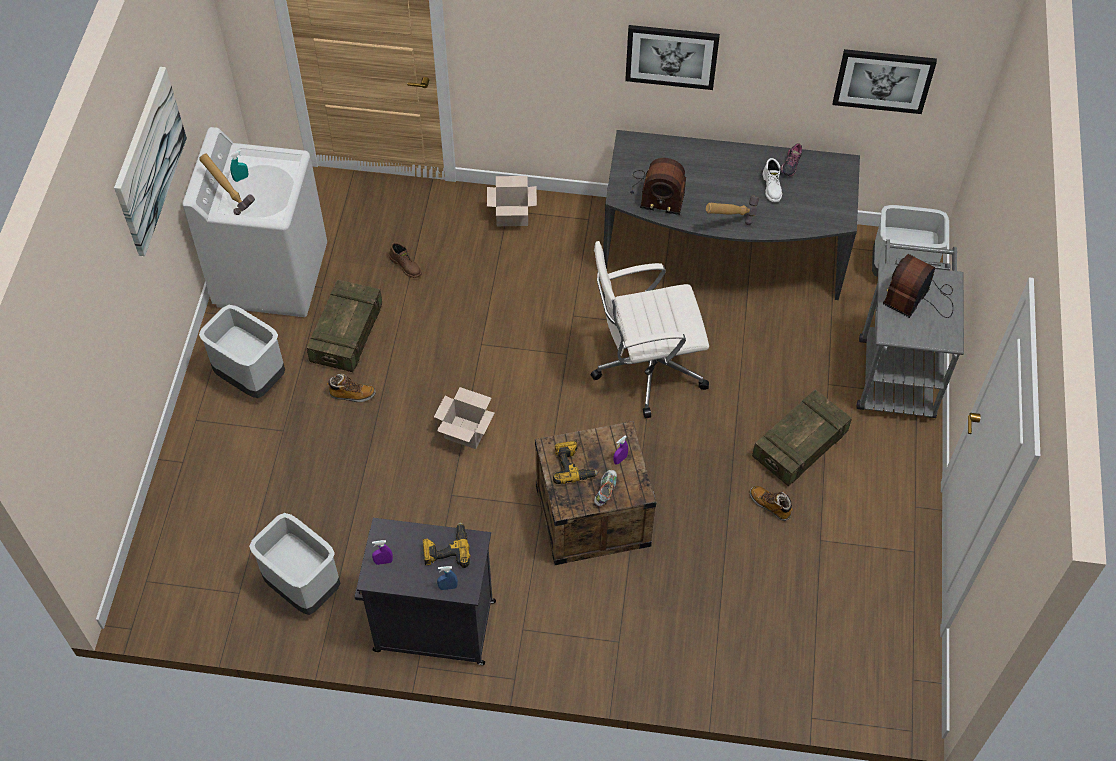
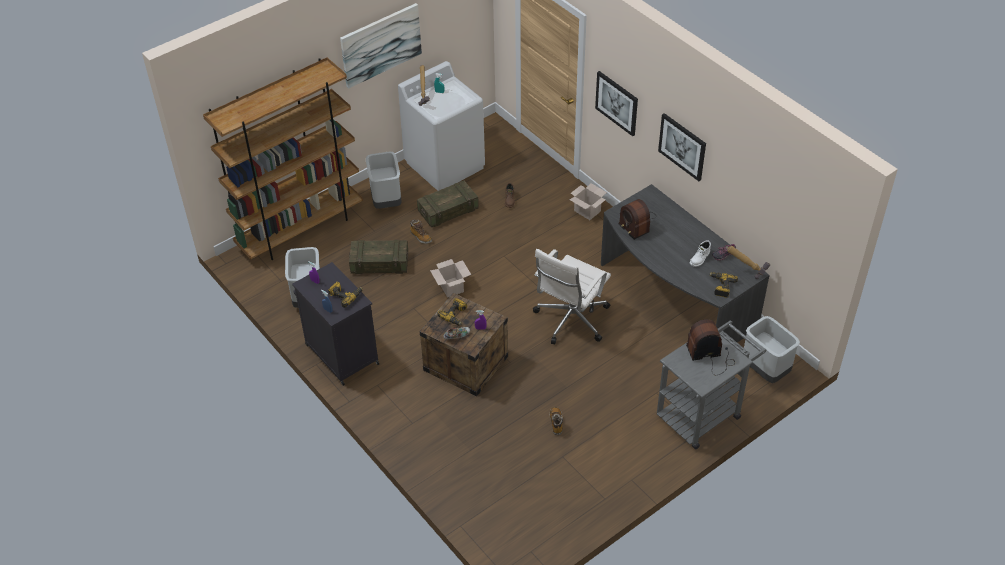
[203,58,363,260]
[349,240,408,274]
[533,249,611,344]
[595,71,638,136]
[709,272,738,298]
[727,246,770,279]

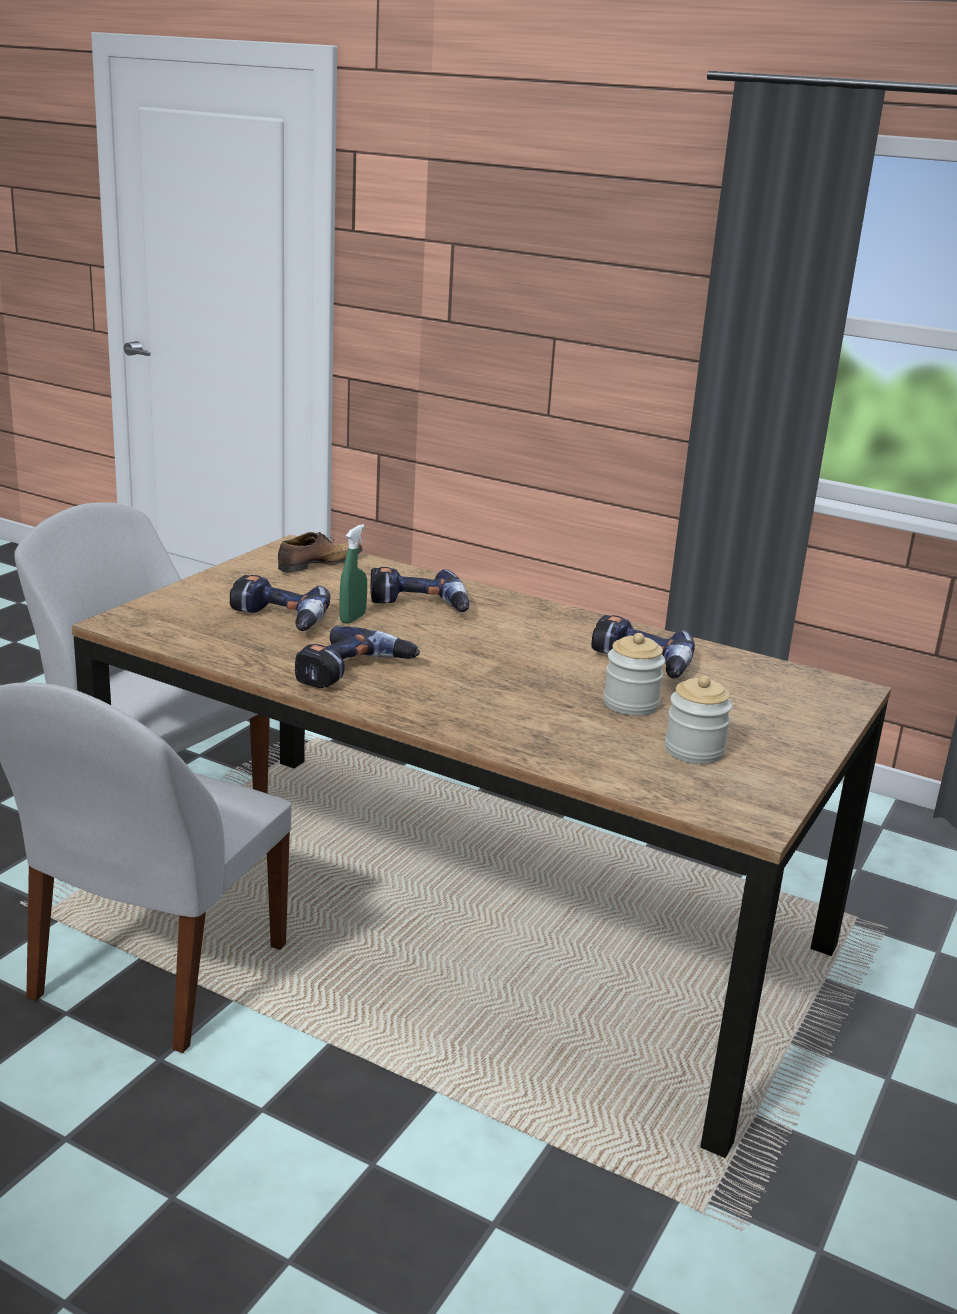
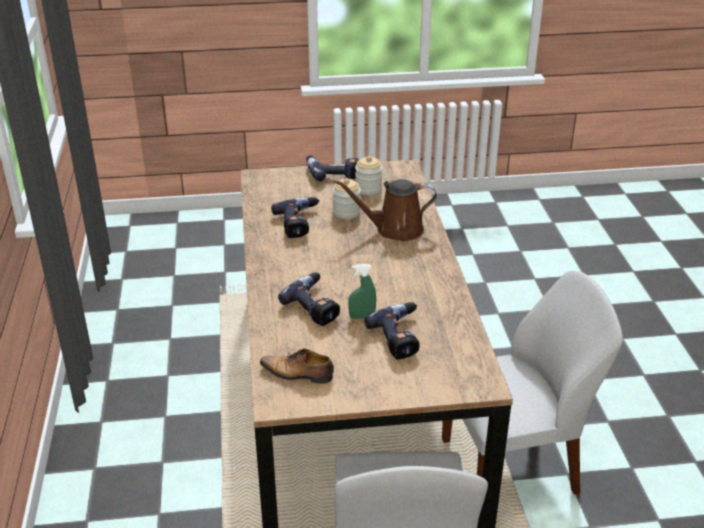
[306,155,359,182]
[334,179,437,241]

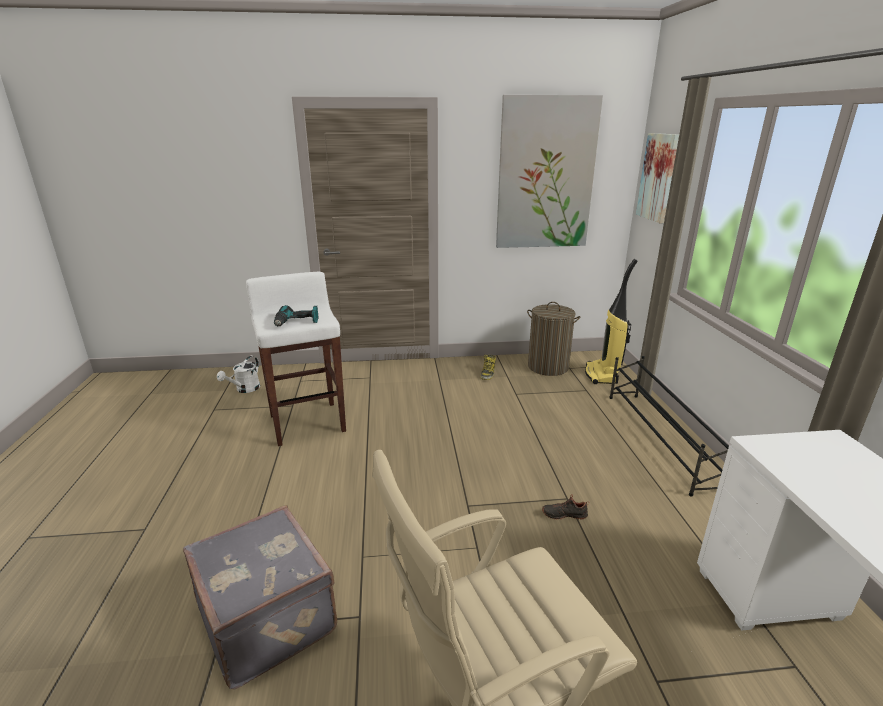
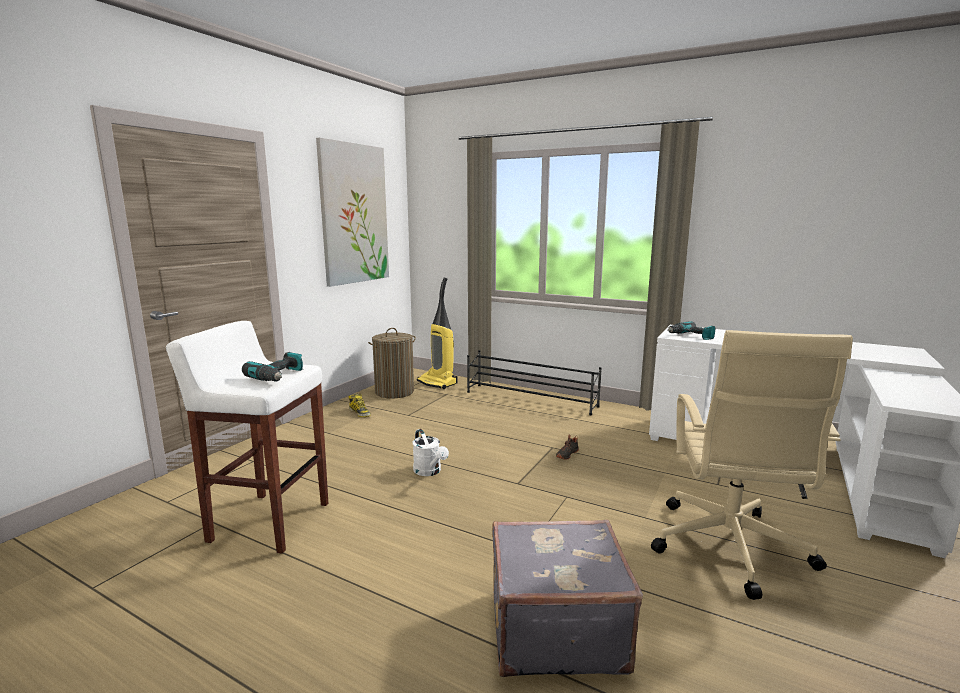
[413,429,449,476]
[668,321,715,340]
[636,133,679,223] (first image)

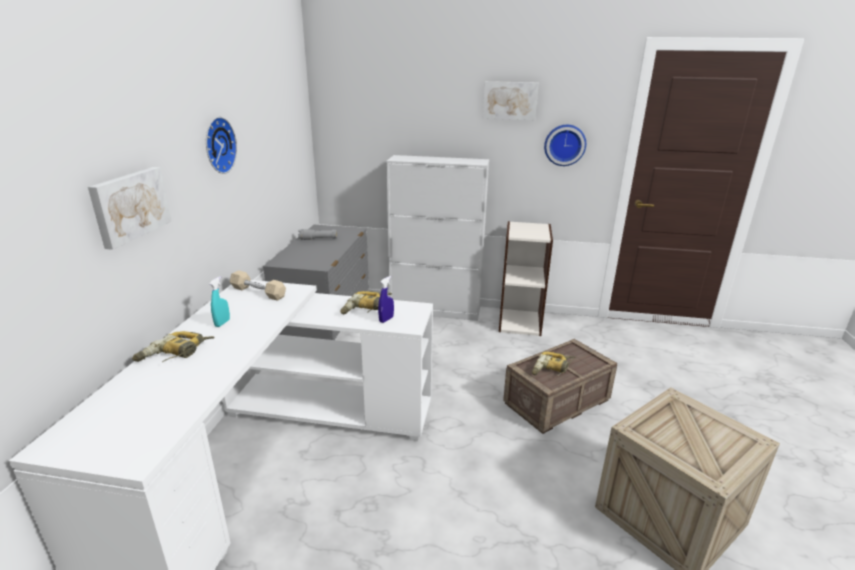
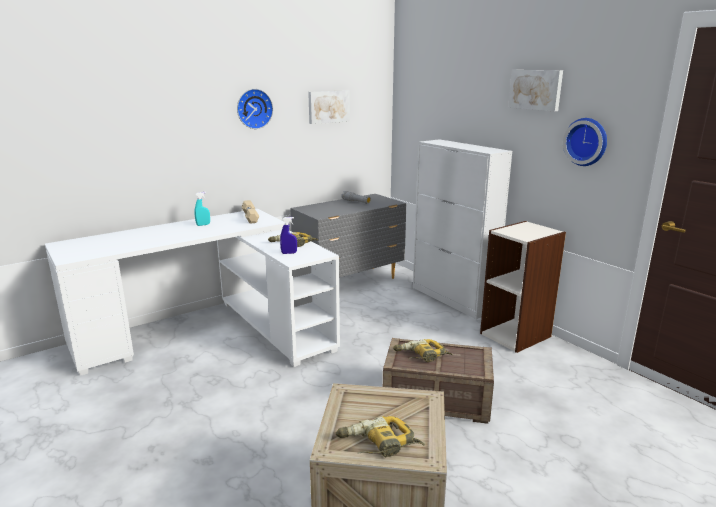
[308,90,350,124]
[336,416,425,457]

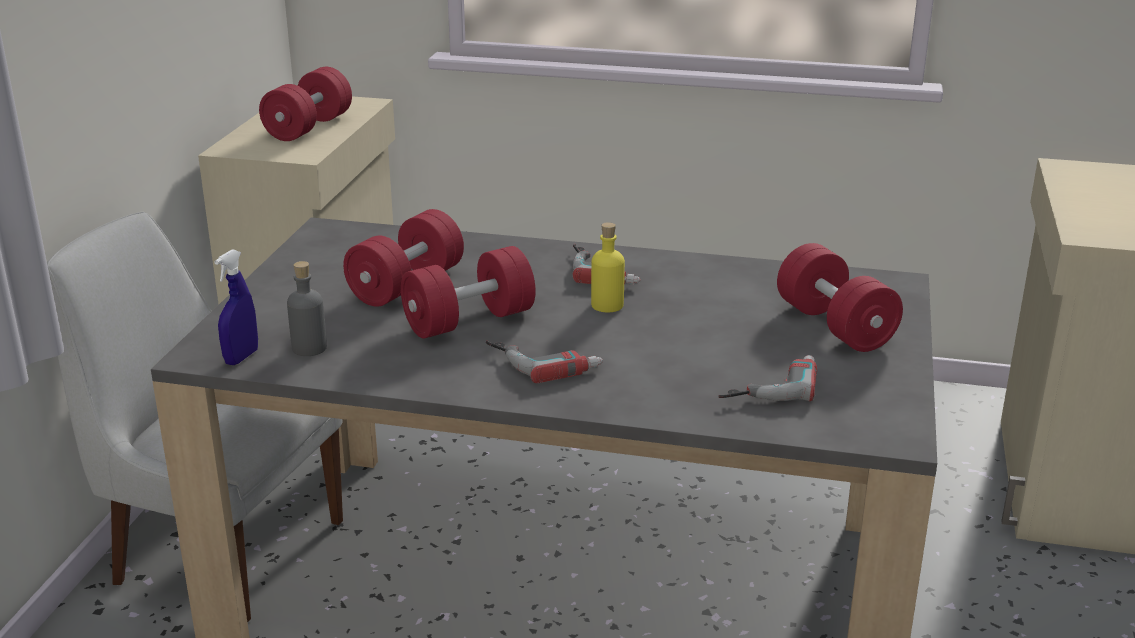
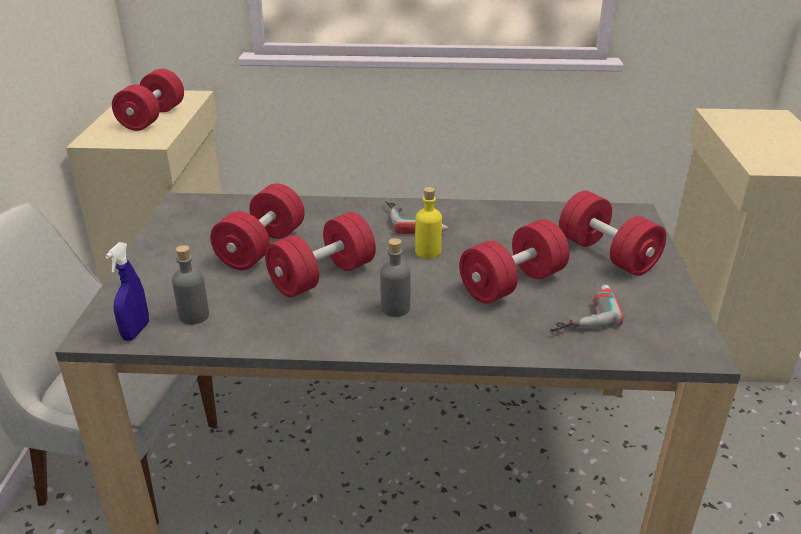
[380,238,410,317]
[459,219,570,304]

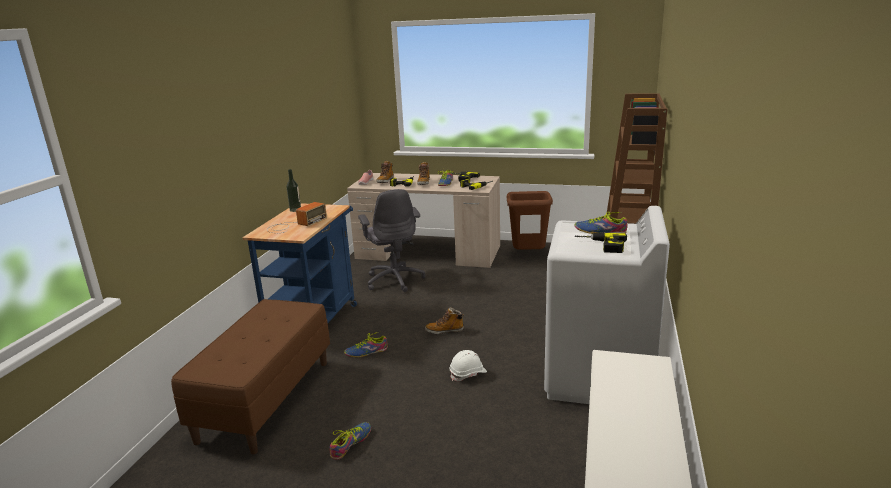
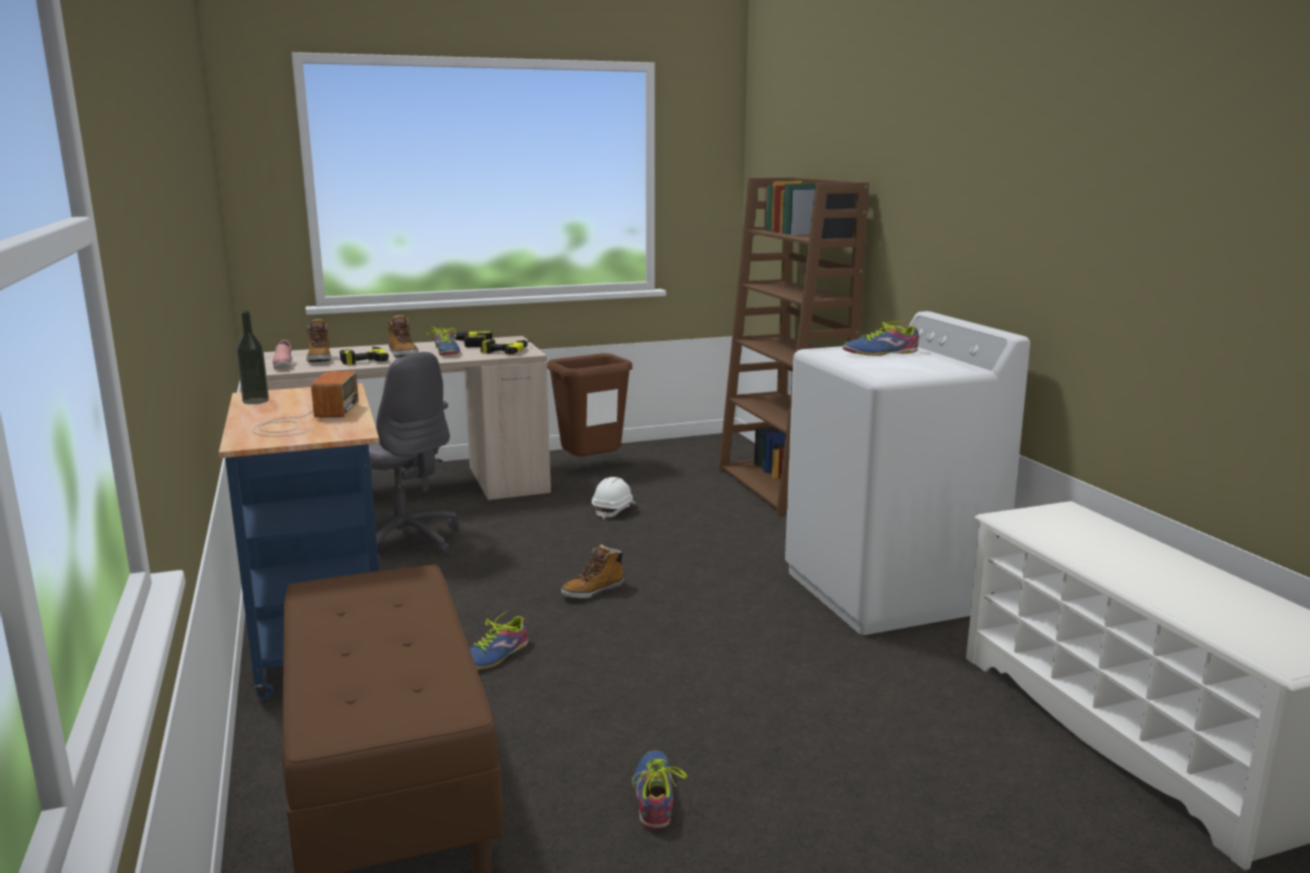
[592,477,636,519]
[575,233,627,253] (first image)

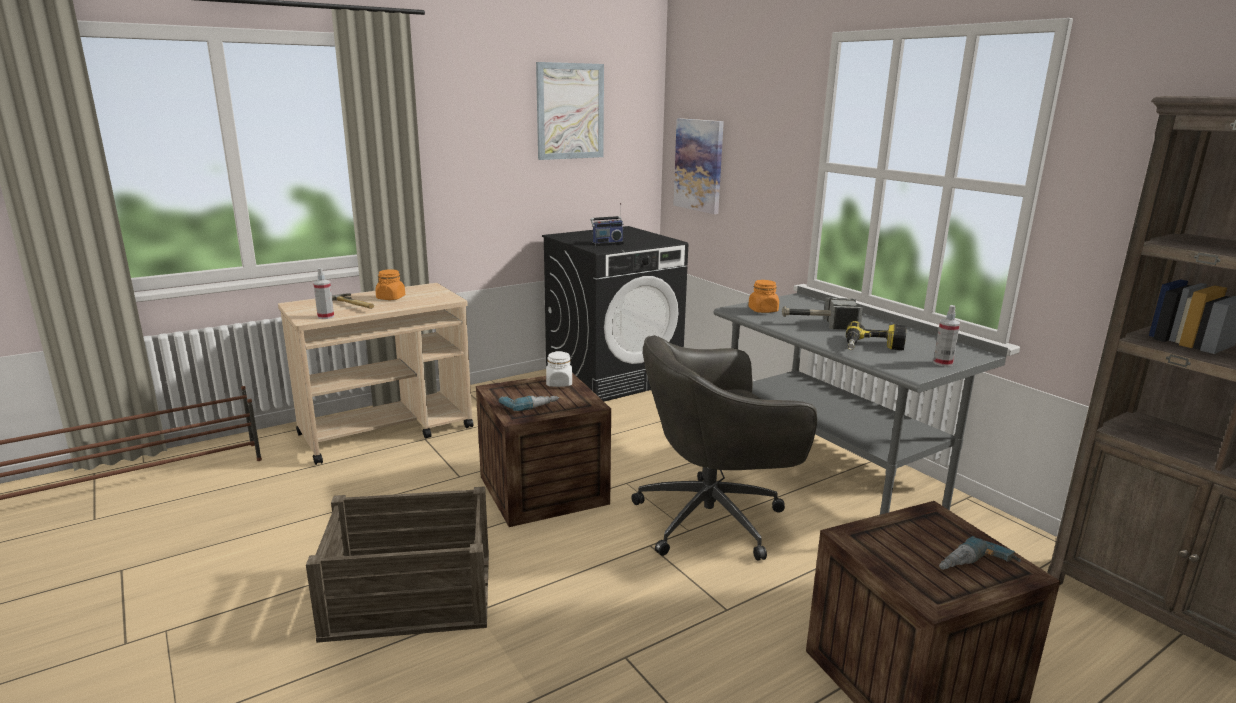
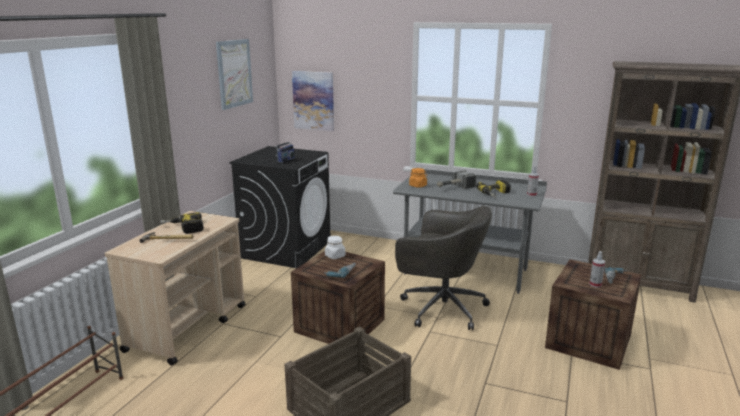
[160,212,204,234]
[395,206,492,330]
[590,251,605,288]

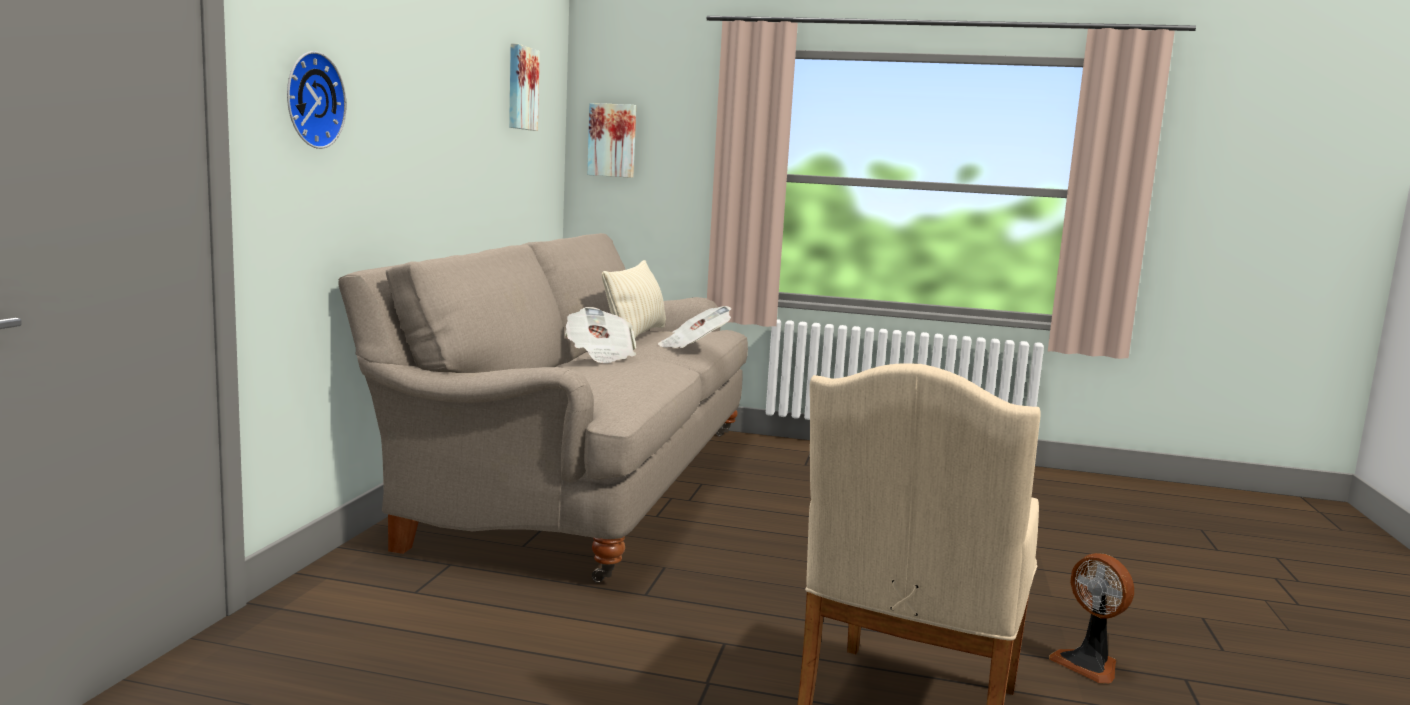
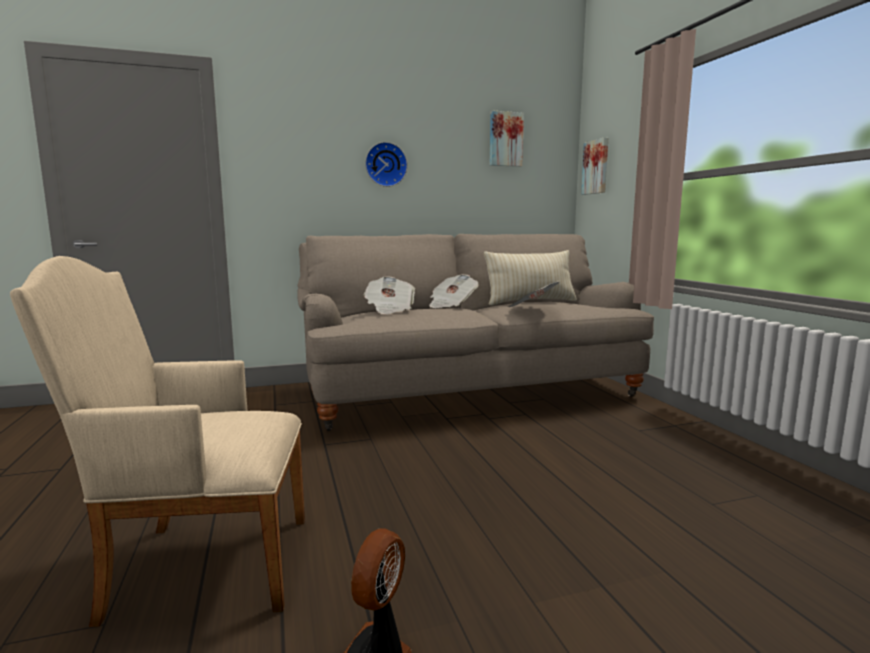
[363,276,415,314]
[365,142,408,187]

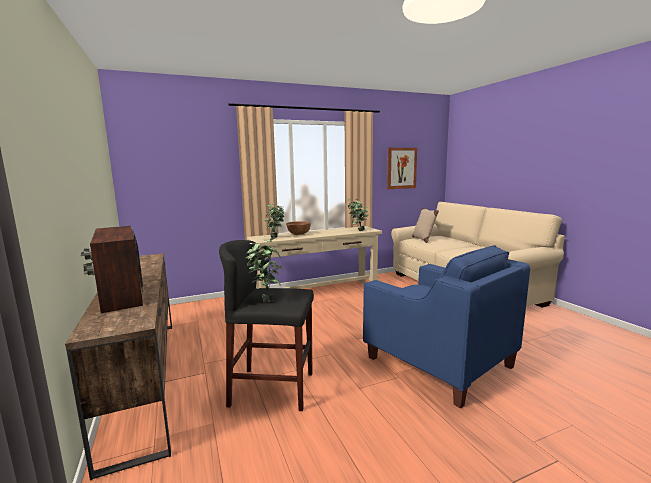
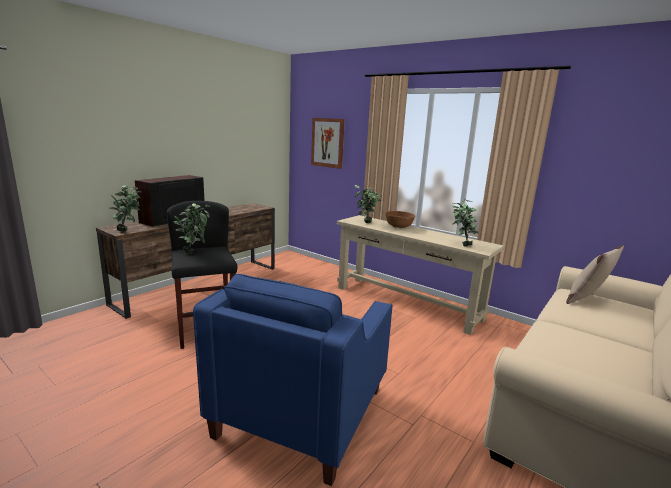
[109,185,141,232]
[311,118,345,169]

